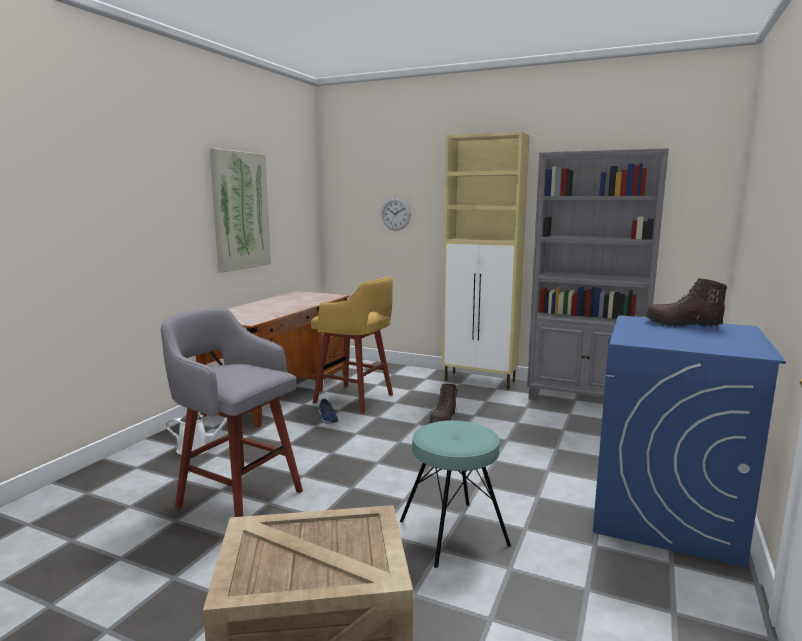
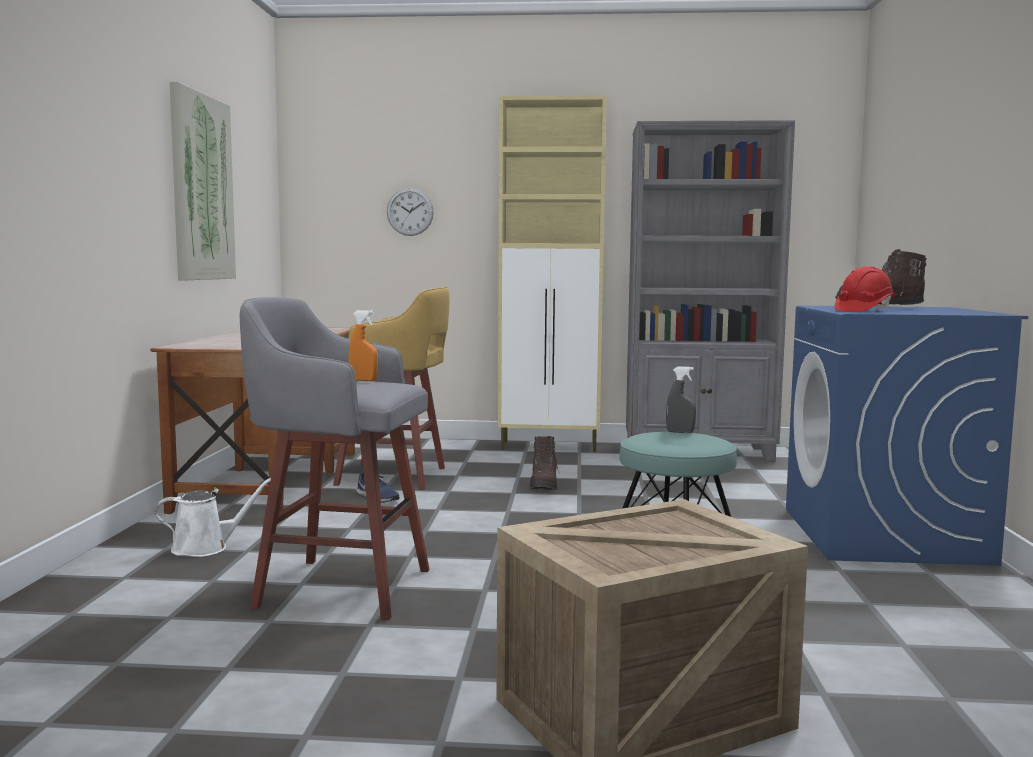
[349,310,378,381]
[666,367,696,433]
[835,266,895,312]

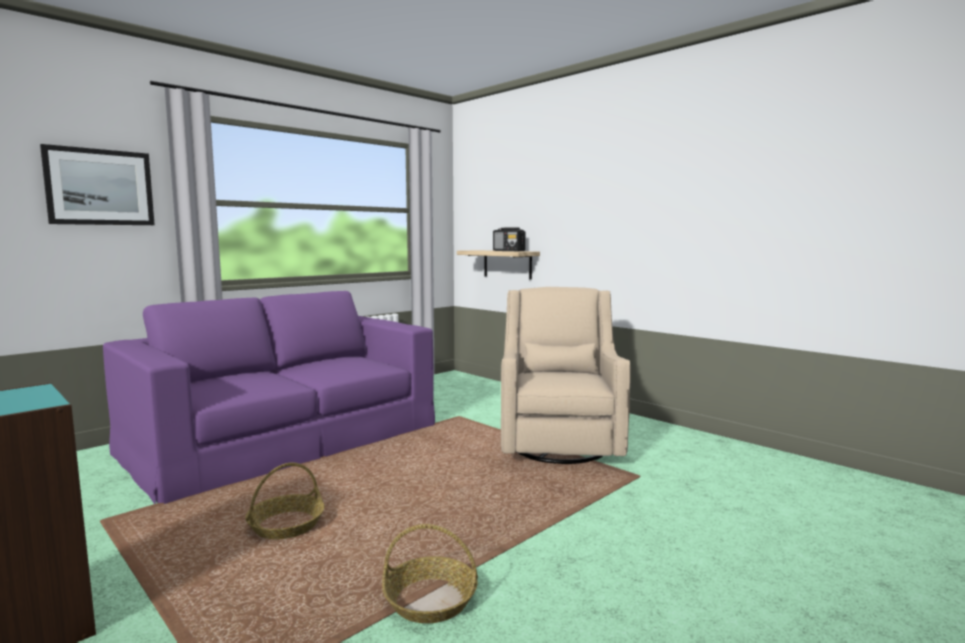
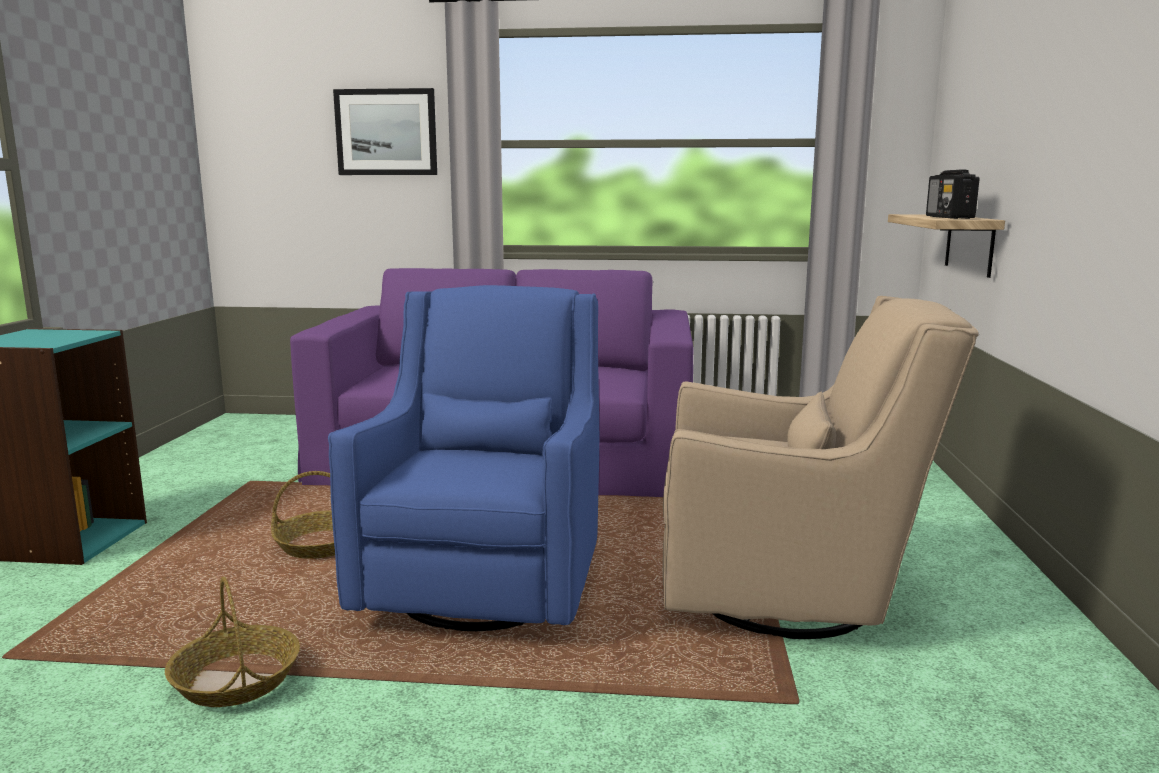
[328,285,599,631]
[662,296,979,639]

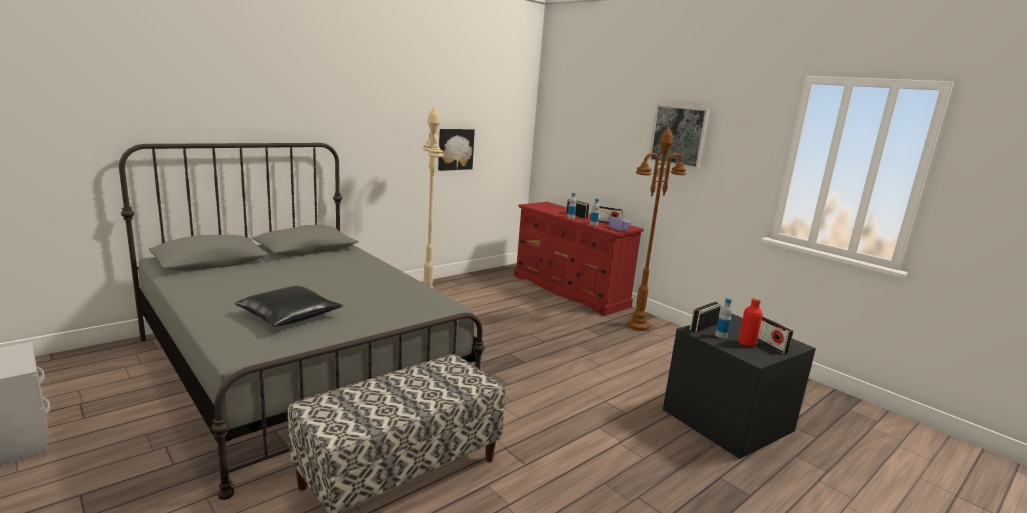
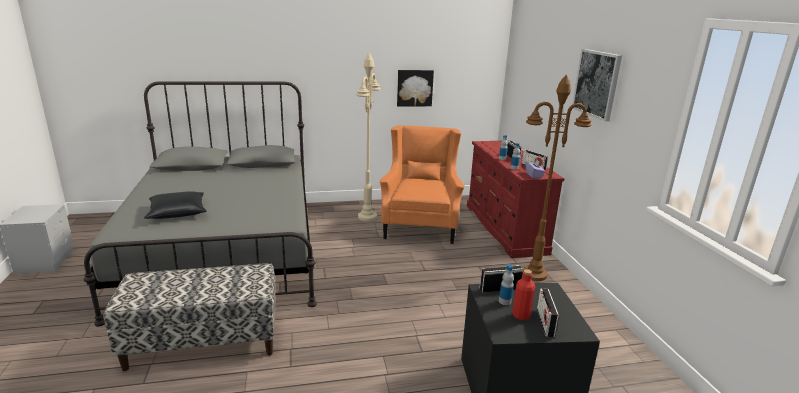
[380,125,464,244]

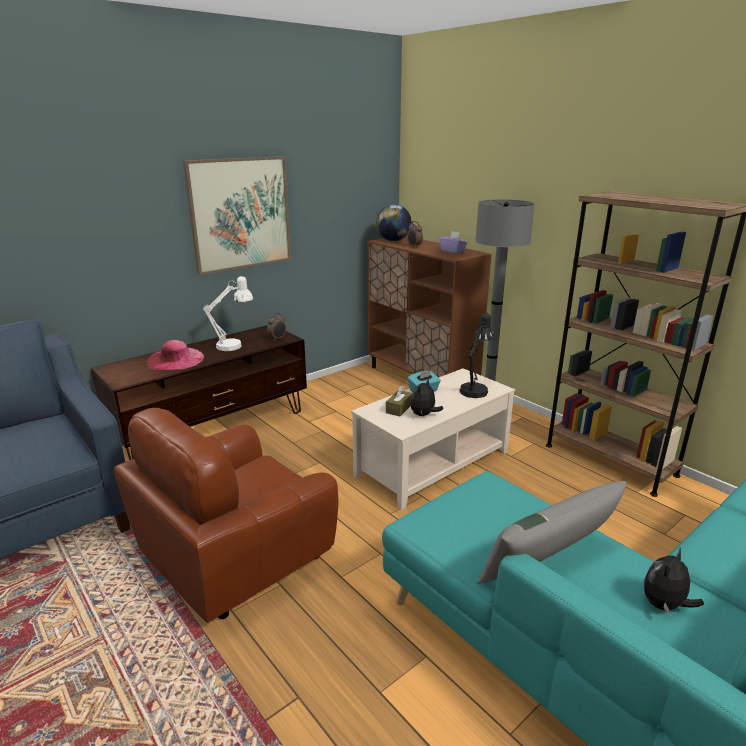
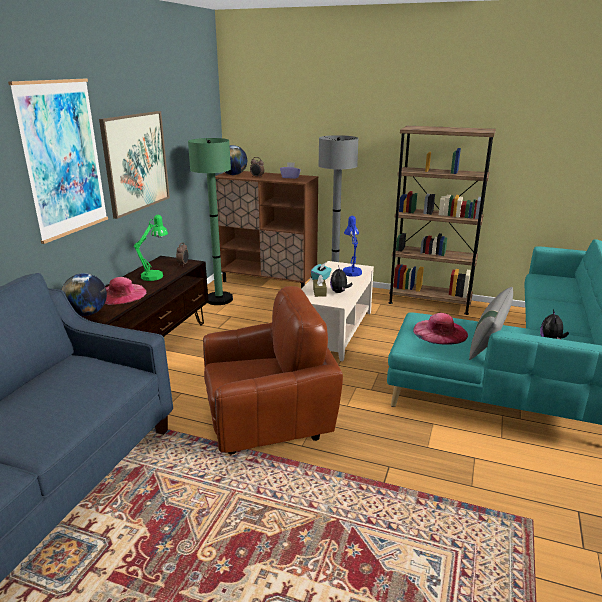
[8,79,108,244]
[62,273,107,316]
[134,215,168,281]
[188,138,233,305]
[203,286,343,455]
[343,216,362,277]
[413,313,468,345]

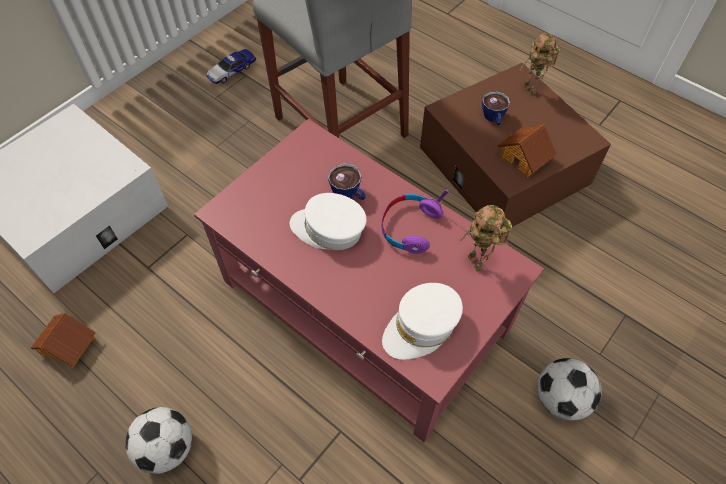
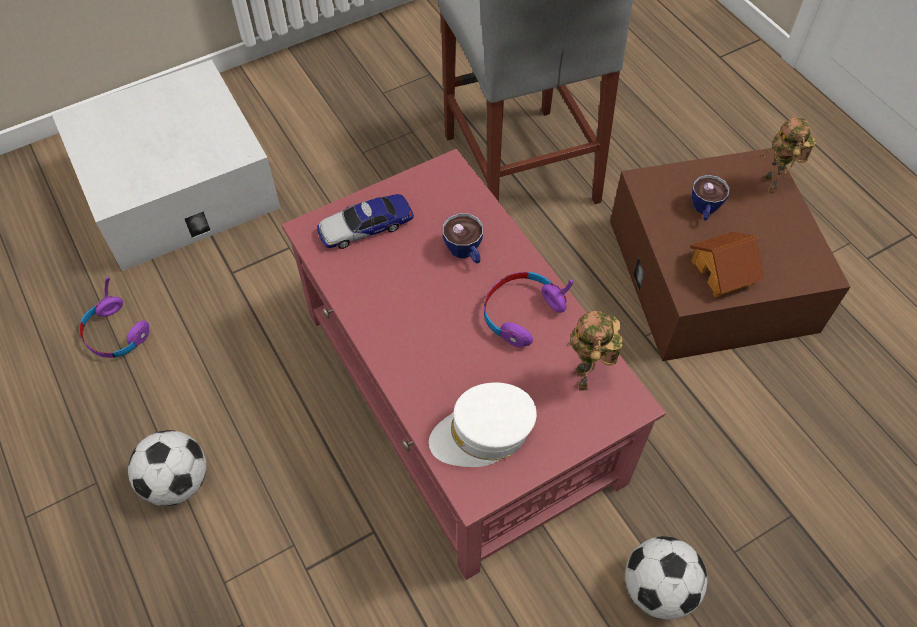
[79,277,149,358]
[317,194,414,249]
[290,193,366,250] (first image)

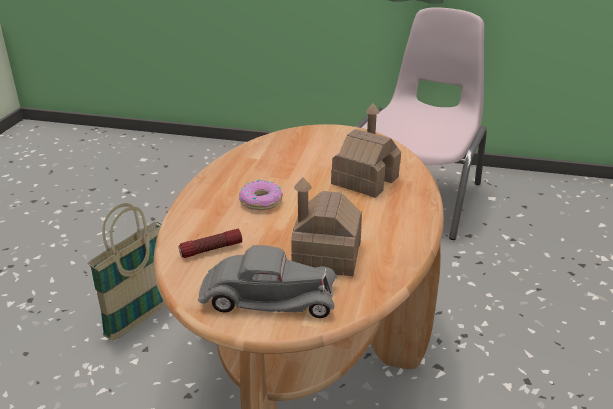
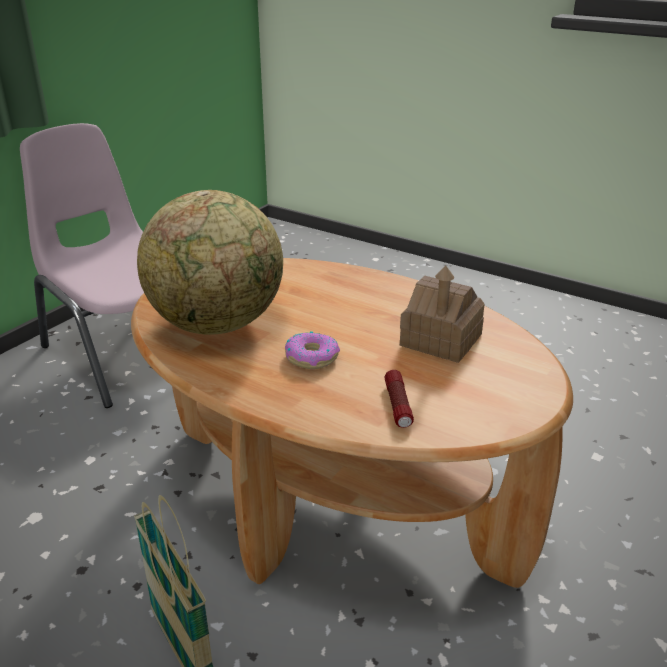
[137,190,283,335]
[198,245,337,318] (first image)
[331,103,401,198] (first image)

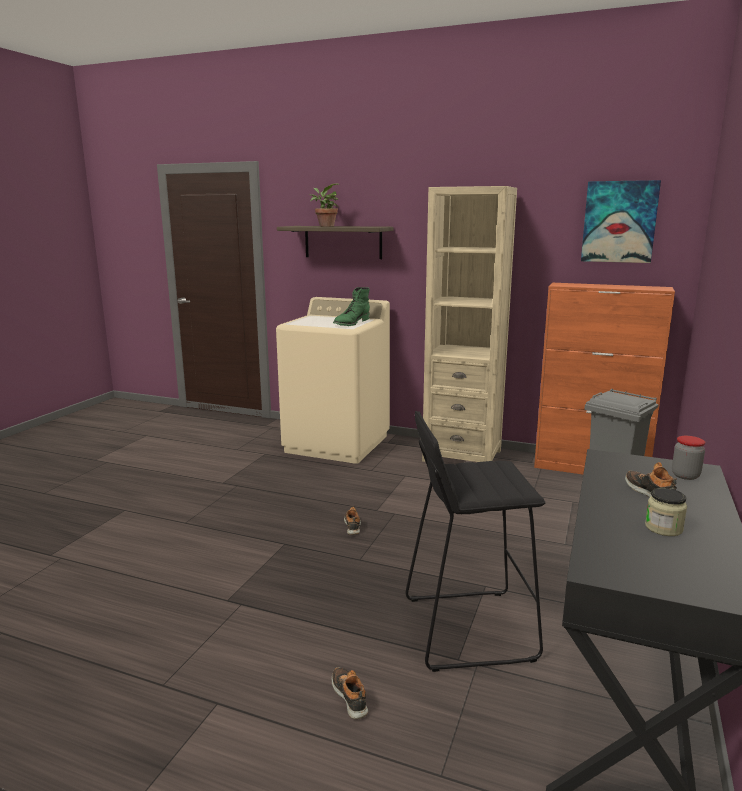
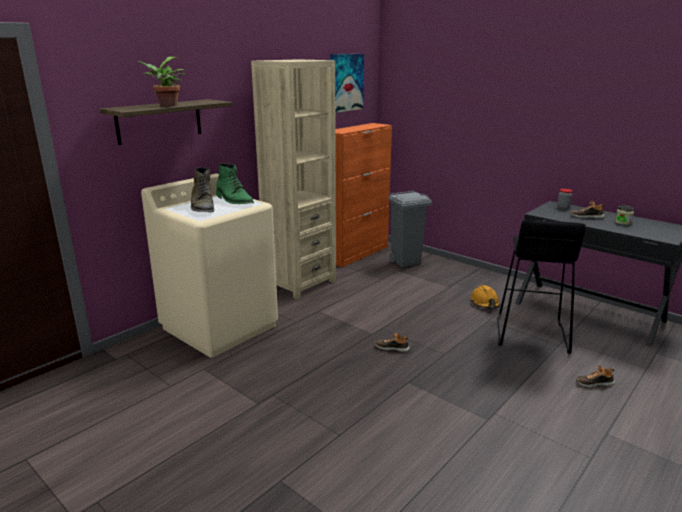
[191,167,214,213]
[470,285,500,308]

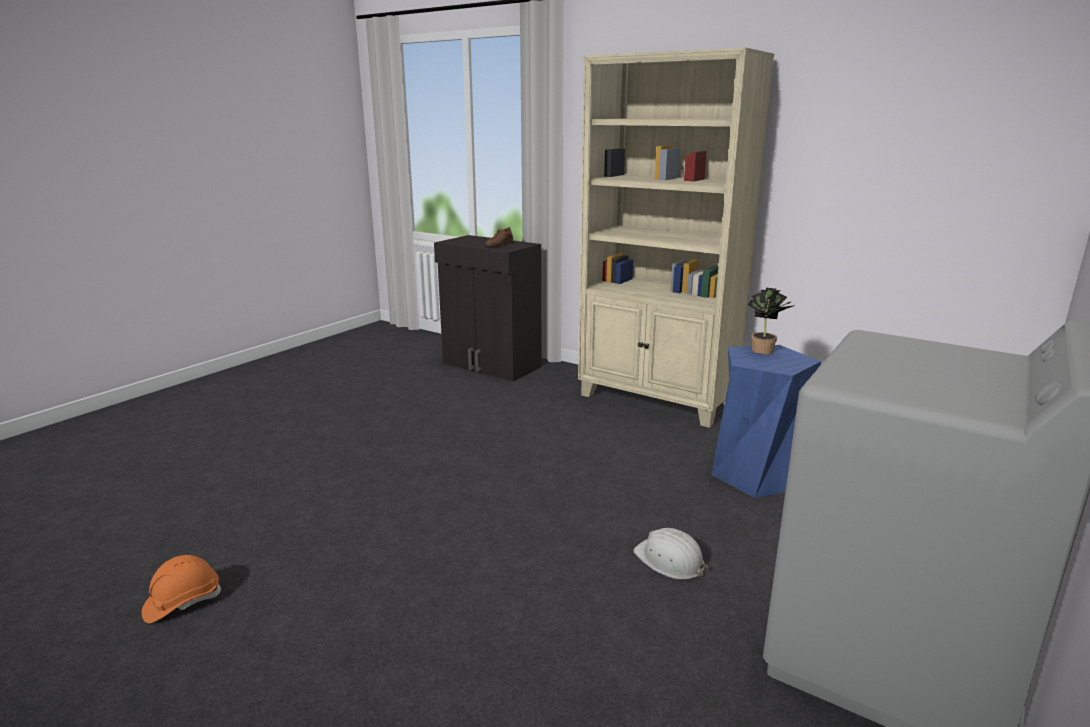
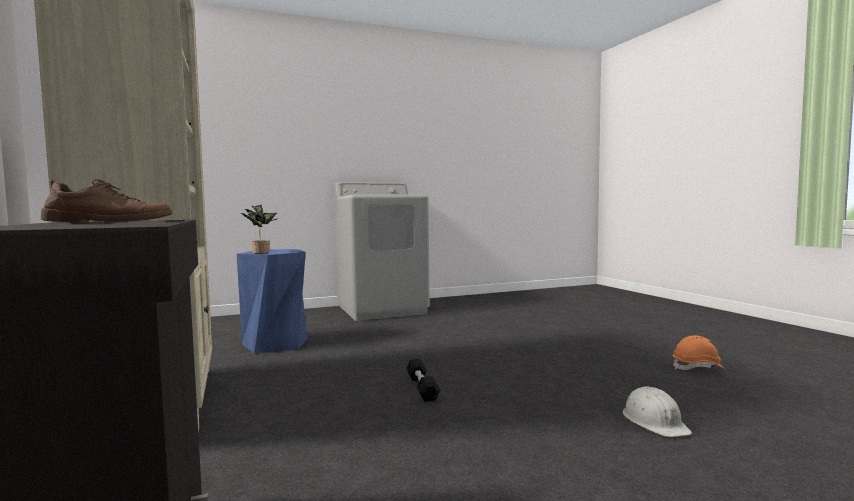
[406,359,440,402]
[623,386,692,437]

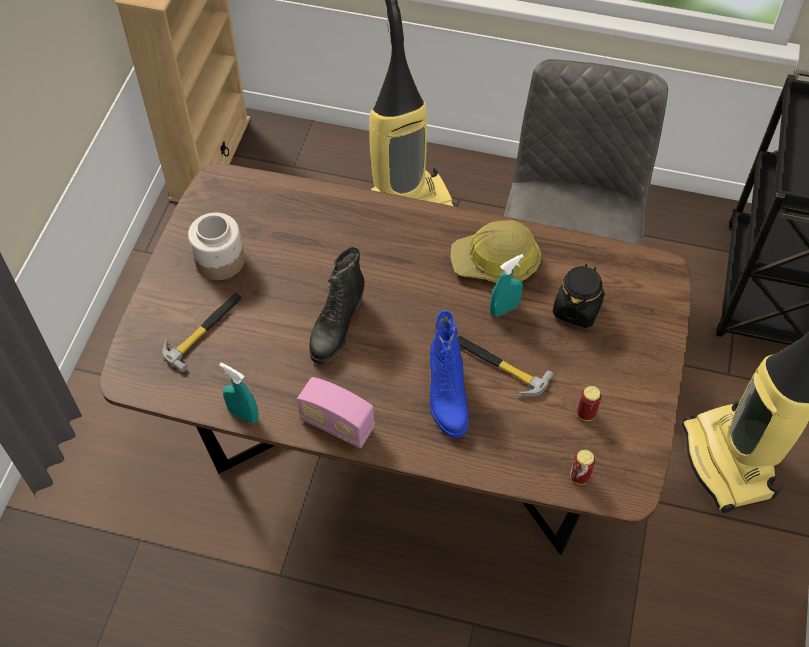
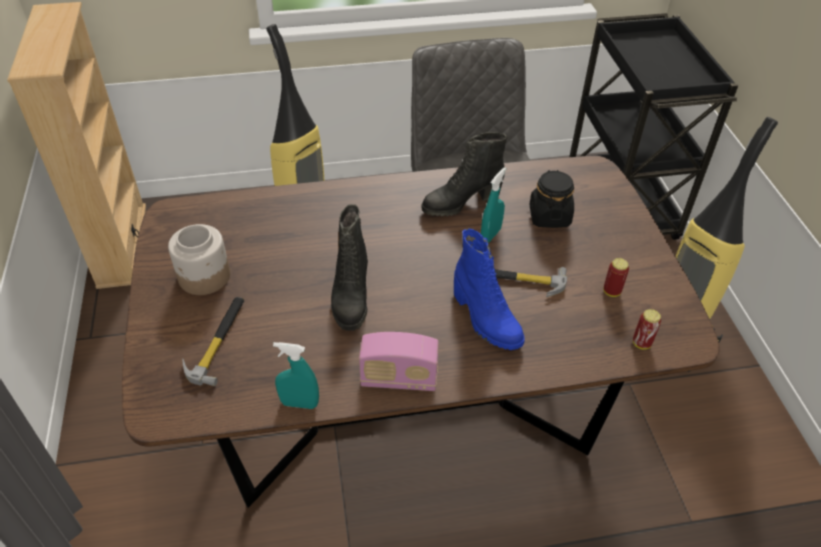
[421,132,507,216]

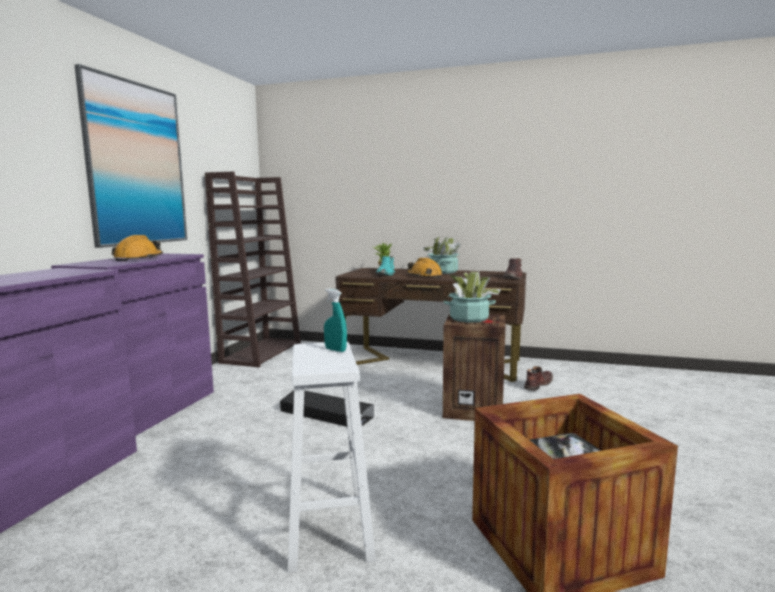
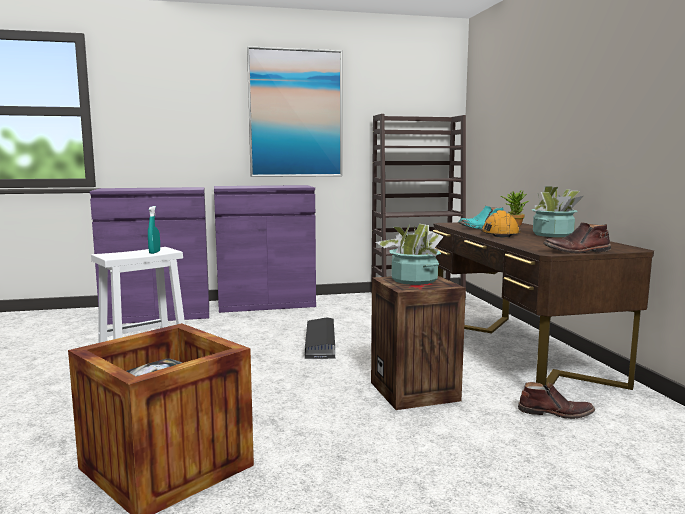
[112,235,163,261] (first image)

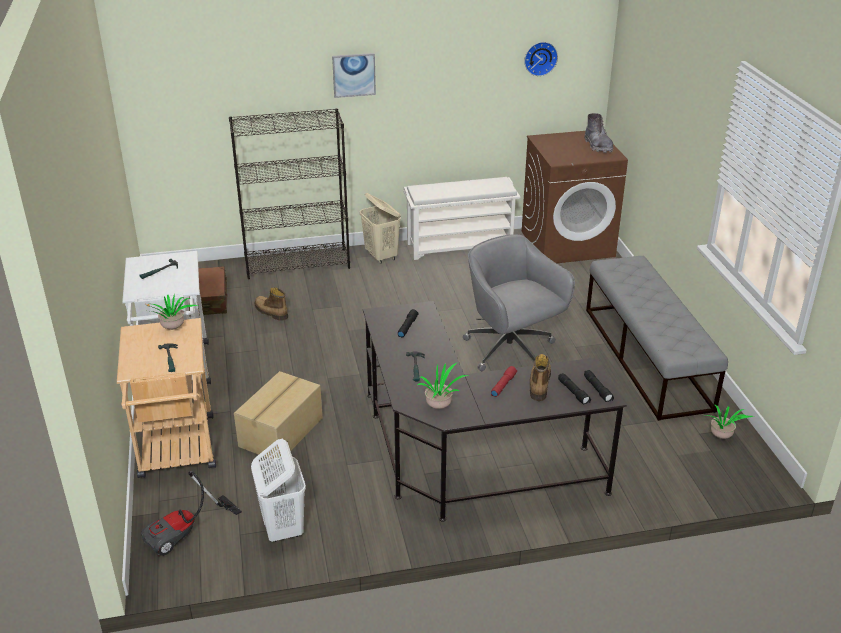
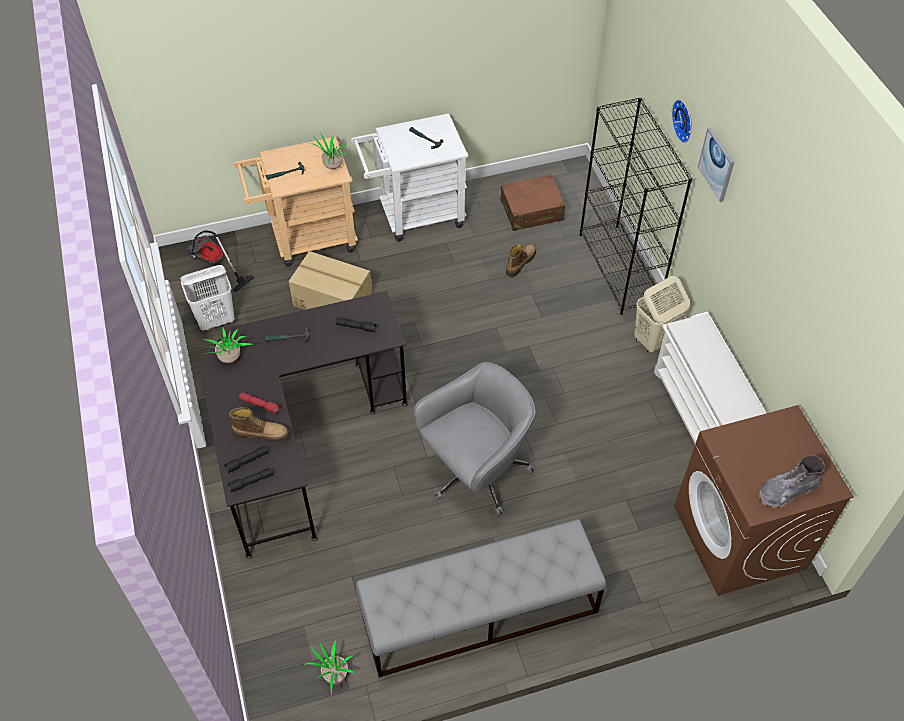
[671,99,692,143]

